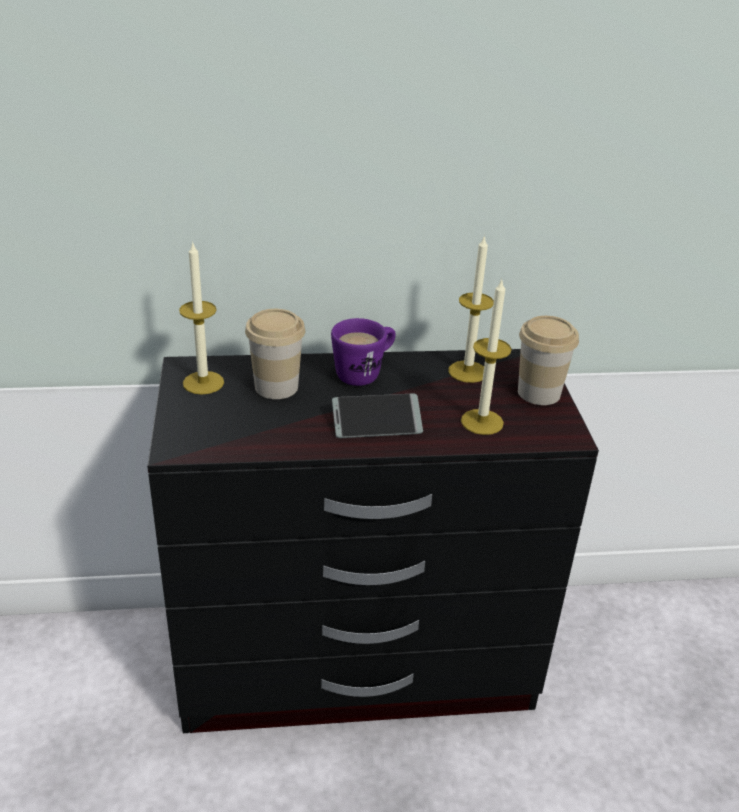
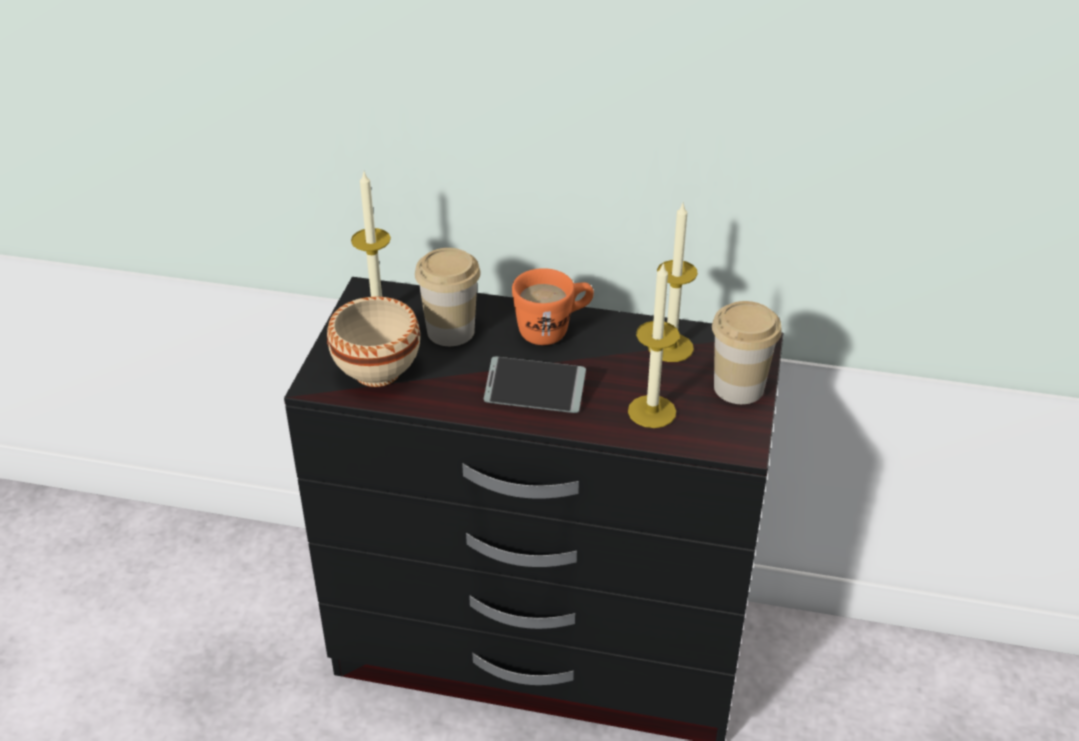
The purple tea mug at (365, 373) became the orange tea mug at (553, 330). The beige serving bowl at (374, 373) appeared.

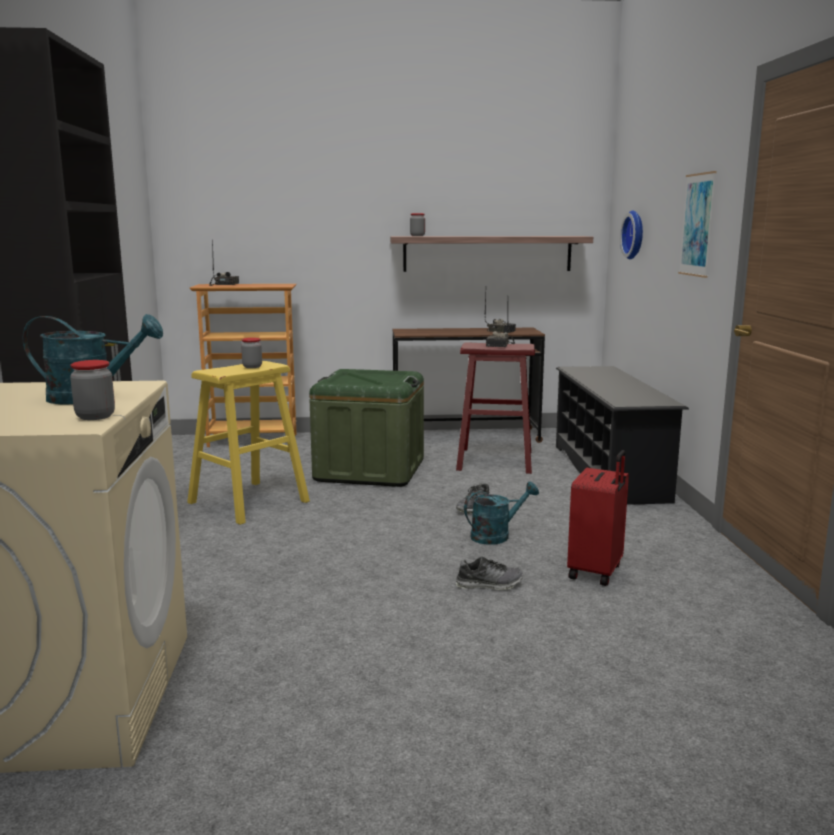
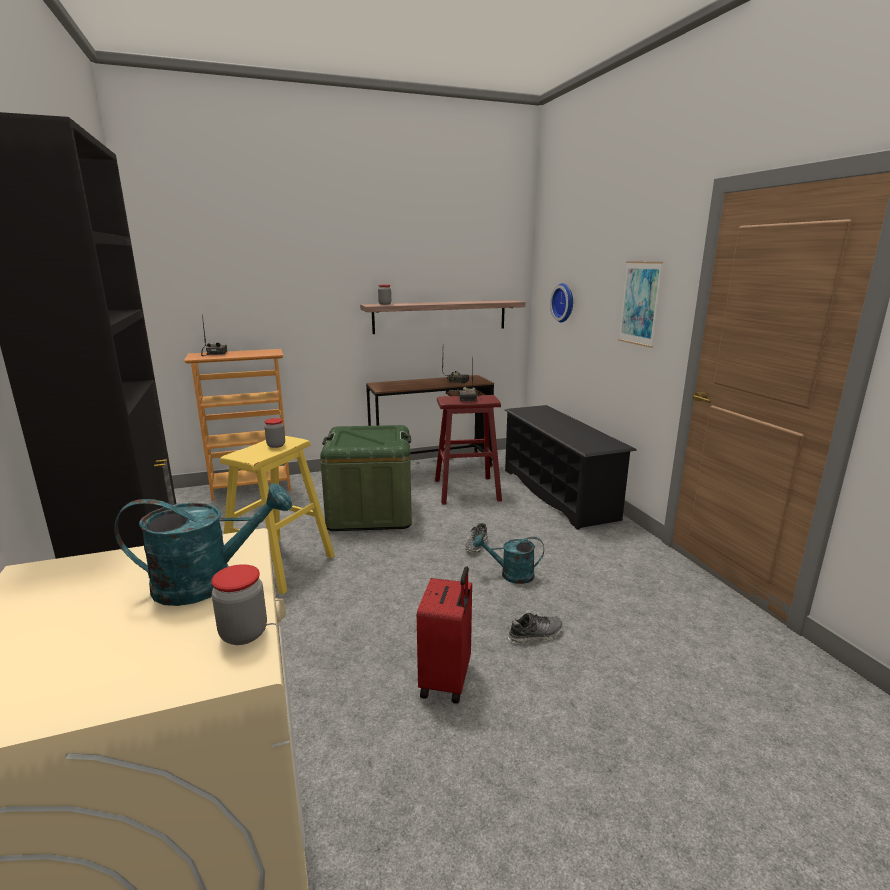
The blue-green sprinkling can at (496, 535) turned 135 degrees counterclockwise. The red-coloured piece of luggage moved from (596, 572) to (447, 680).

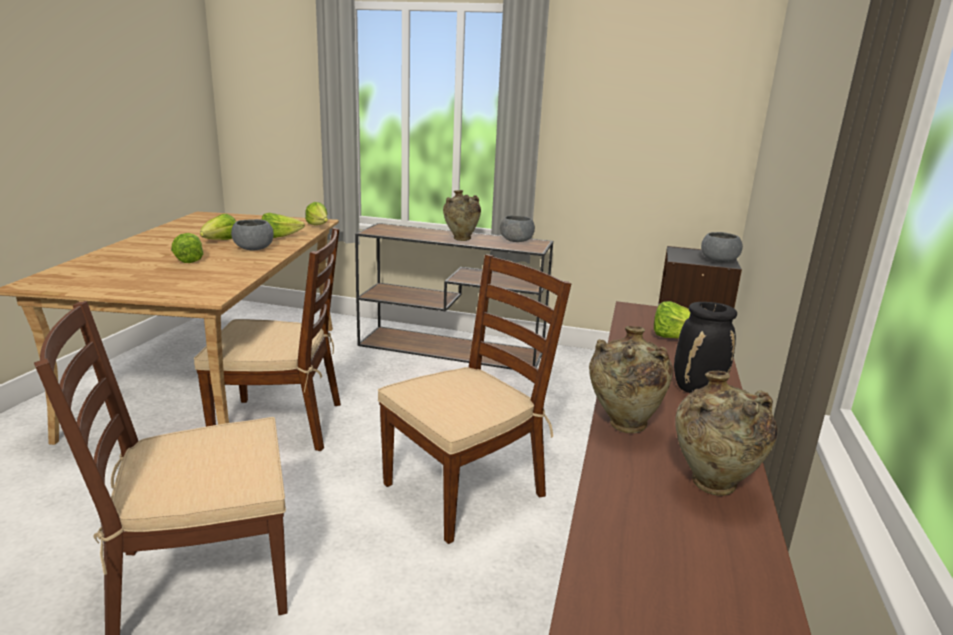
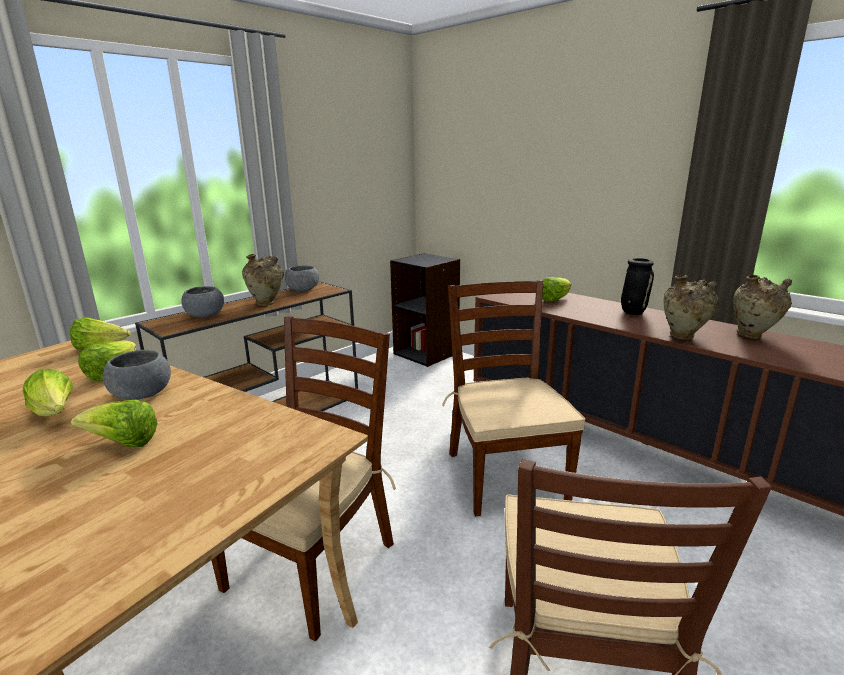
The greyish serving bowl moved from (718, 261) to (205, 315).

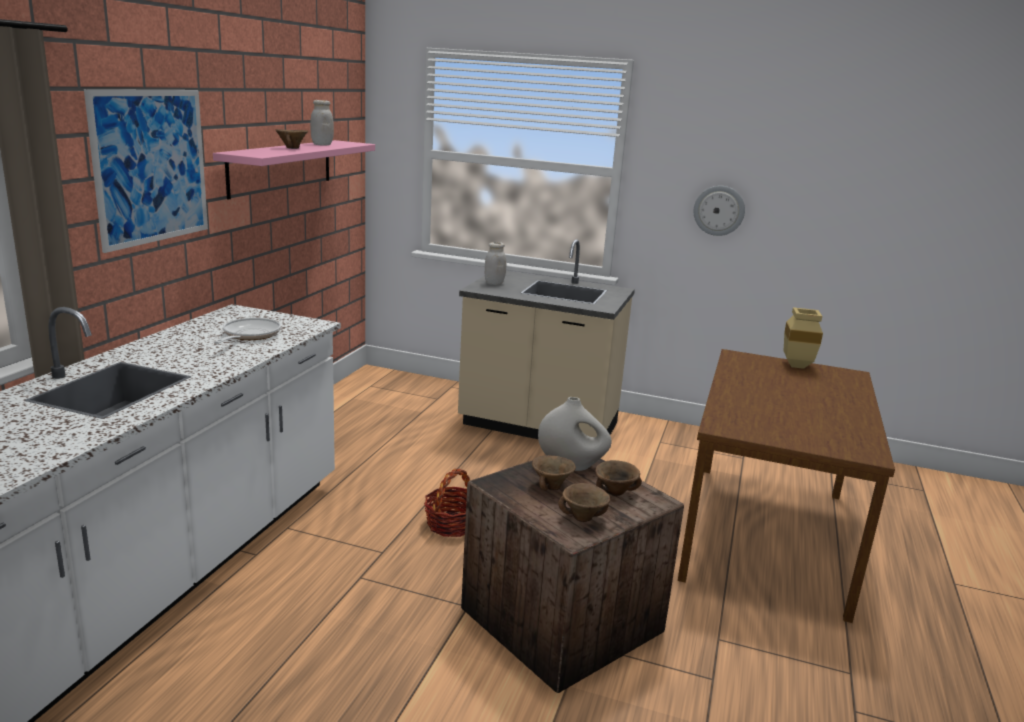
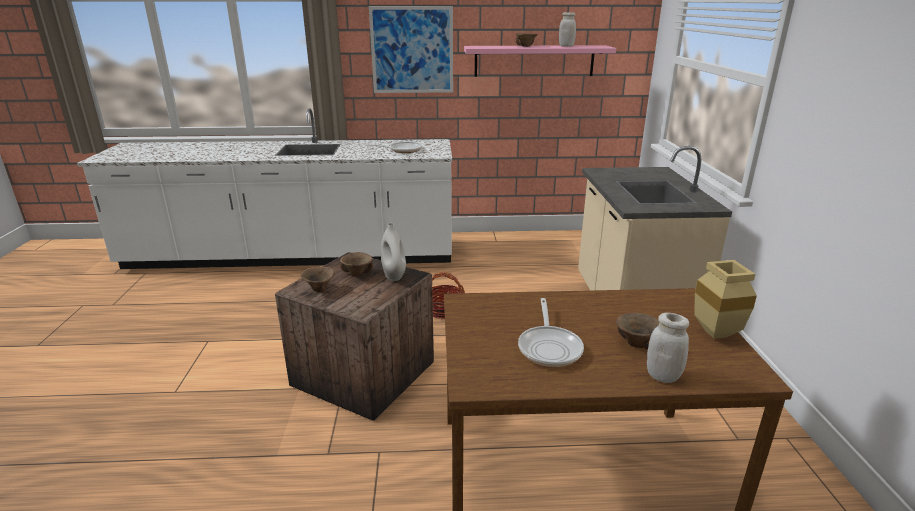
The whitish storage jar moved from (494, 283) to (662, 376). The brown-coloured serving bowl moved from (616, 492) to (636, 344). The clock on the wall at (719, 210) disappeared. The pan at (549, 347) appeared.

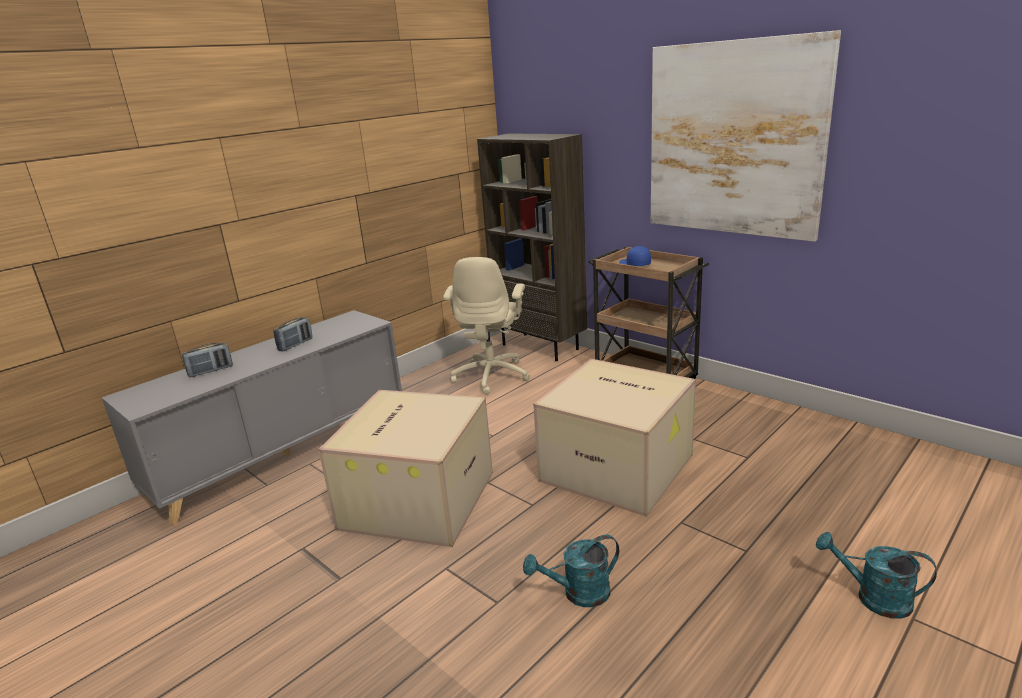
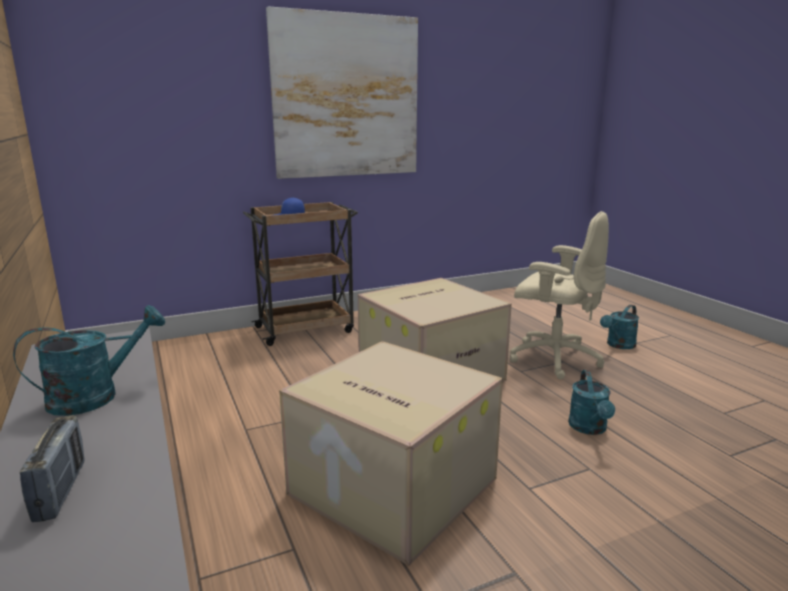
The radio set at (295, 345) was replaced by the blue-green sprinkling can at (96, 396). The beige office chair moved from (492, 376) to (553, 358). The brown-coloured shelving unit at (541, 347) disappeared.

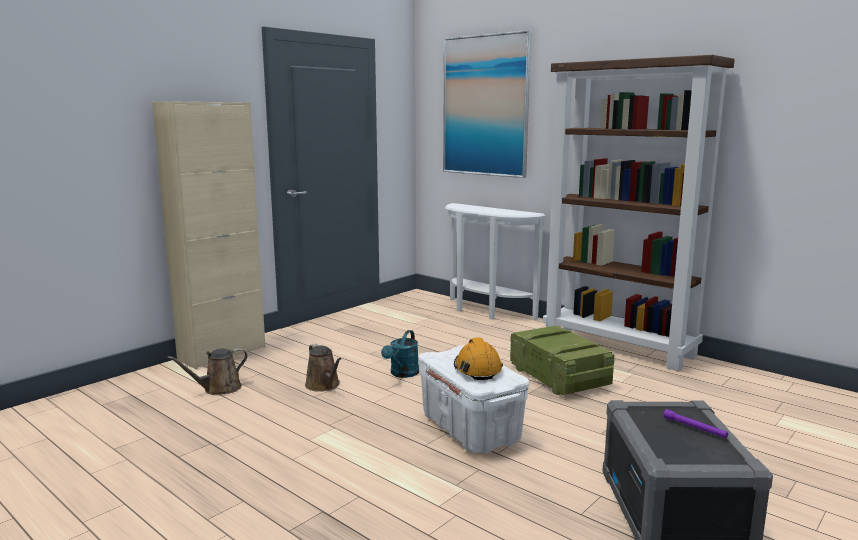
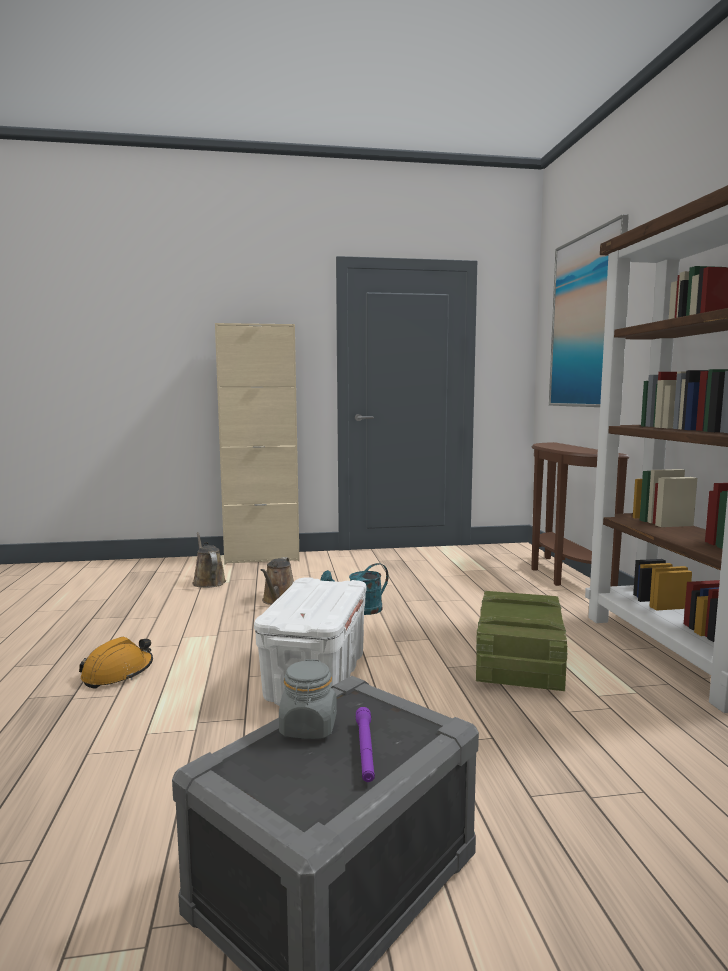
The brown-coloured sprinkling can at (219, 389) turned 60 degrees clockwise. The whitish console table at (484, 311) became the brown-coloured console table at (562, 576). The orange work helmet moved from (477, 368) to (118, 673). The greyish storage jar at (308, 727) appeared.

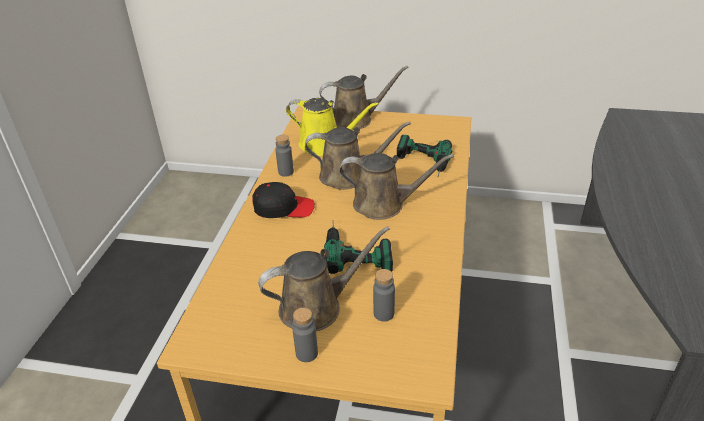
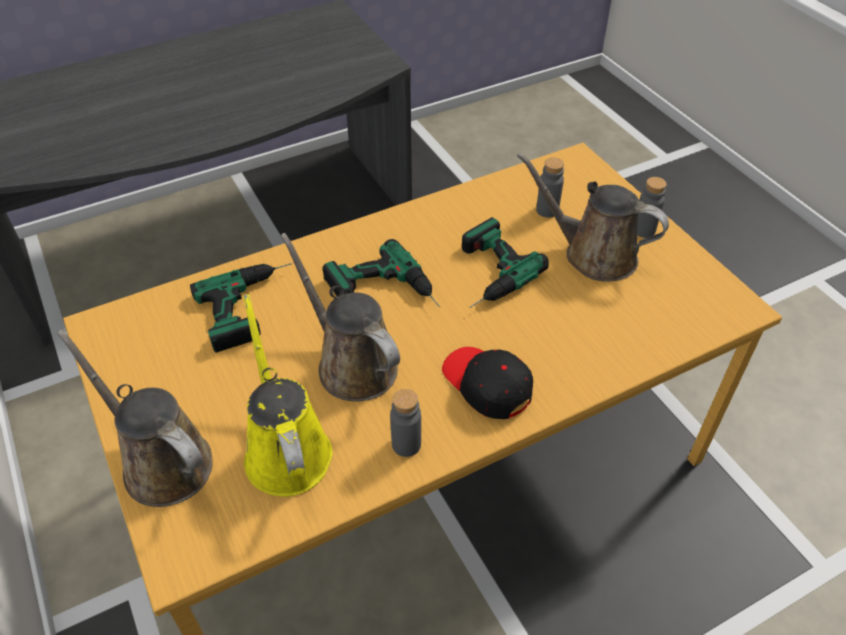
The brown-coloured sprinkling can at (384, 204) was replaced by the electric drill at (385, 293).

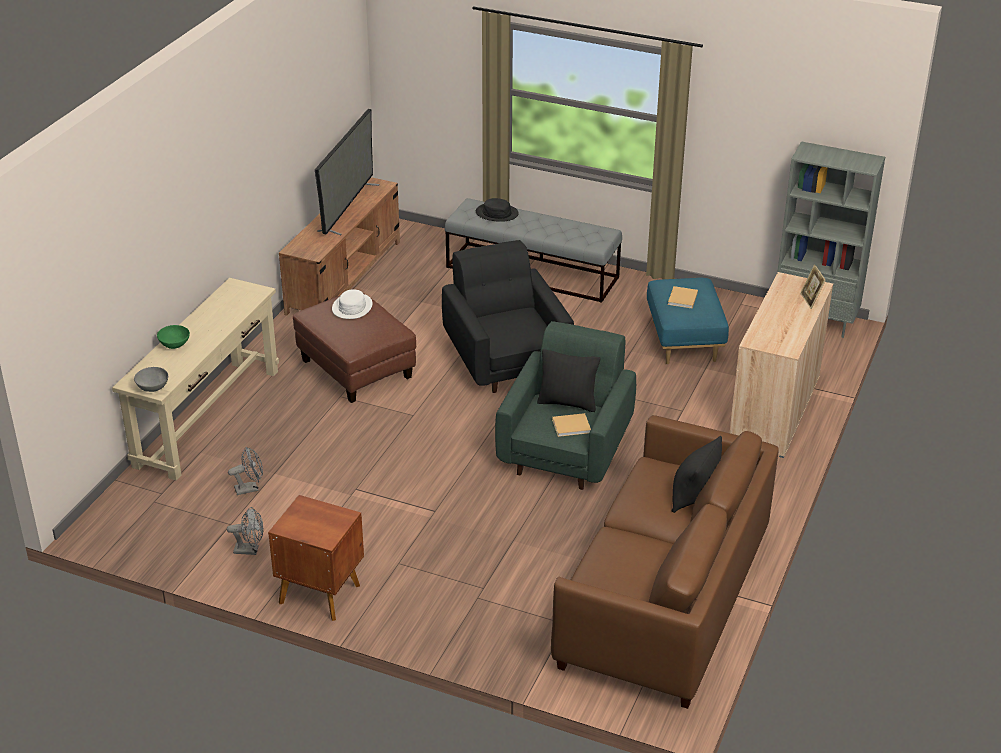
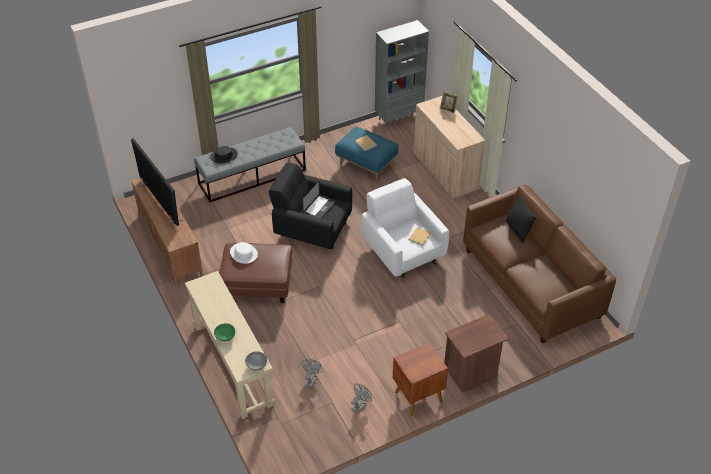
The greenish lounge chair at (566, 450) became the whitish lounge chair at (402, 251). The black-coloured pillow at (567, 403) disappeared. The notebook computer at (319, 208) appeared. The brown-coloured nightstand at (471, 374) appeared.

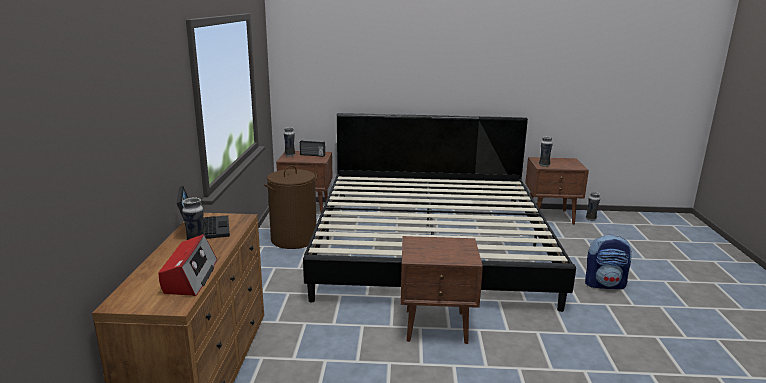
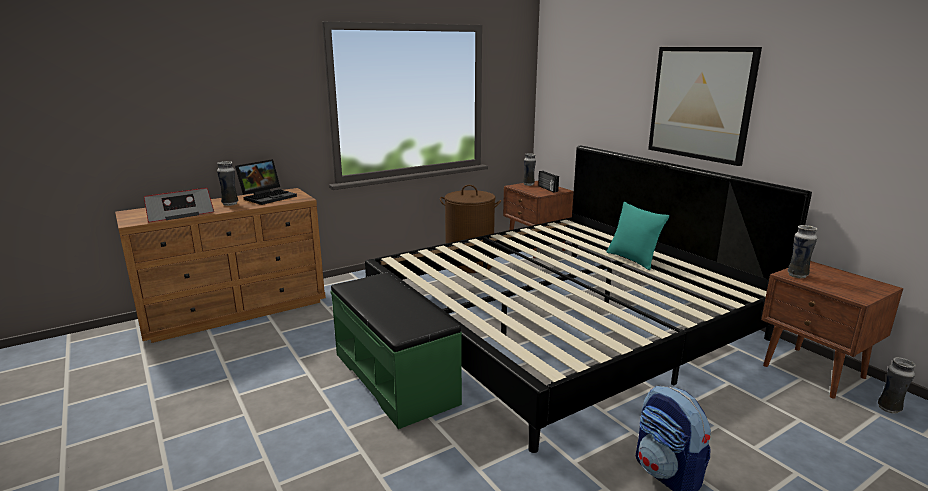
The brown-coloured nightstand at (437, 326) was replaced by the greenish indoor bench at (395, 377). The blue-green pillow at (632, 259) appeared. The wall art at (700, 103) appeared.

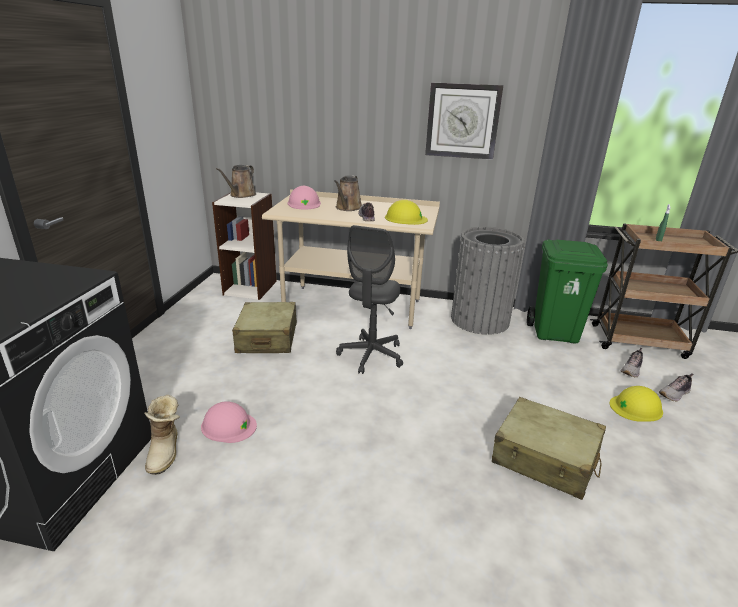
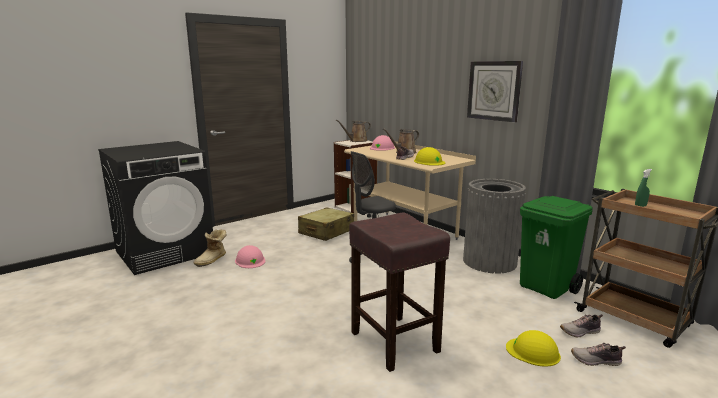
The beige piece of luggage at (545, 459) was replaced by the brown-coloured stool at (395, 342).

